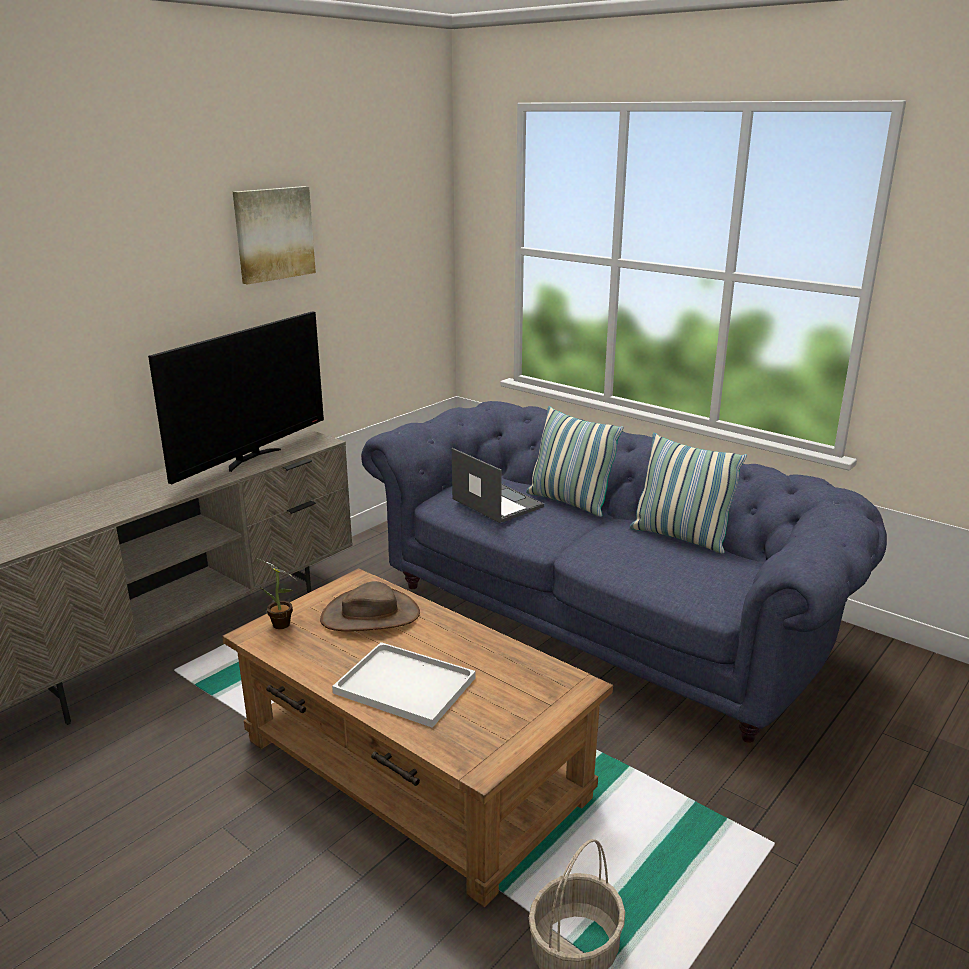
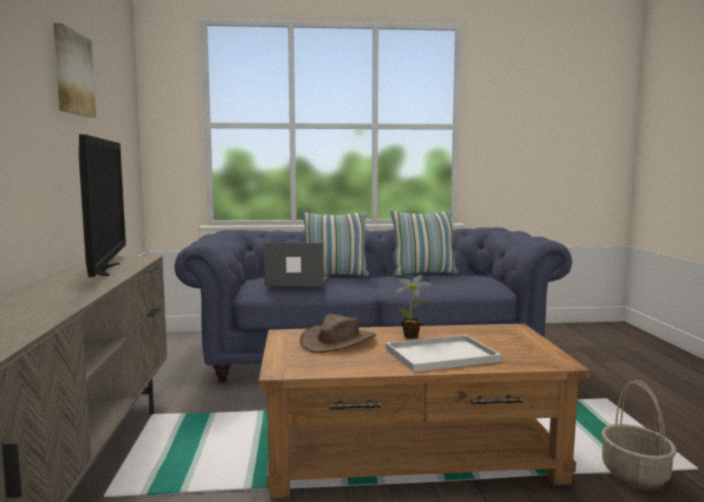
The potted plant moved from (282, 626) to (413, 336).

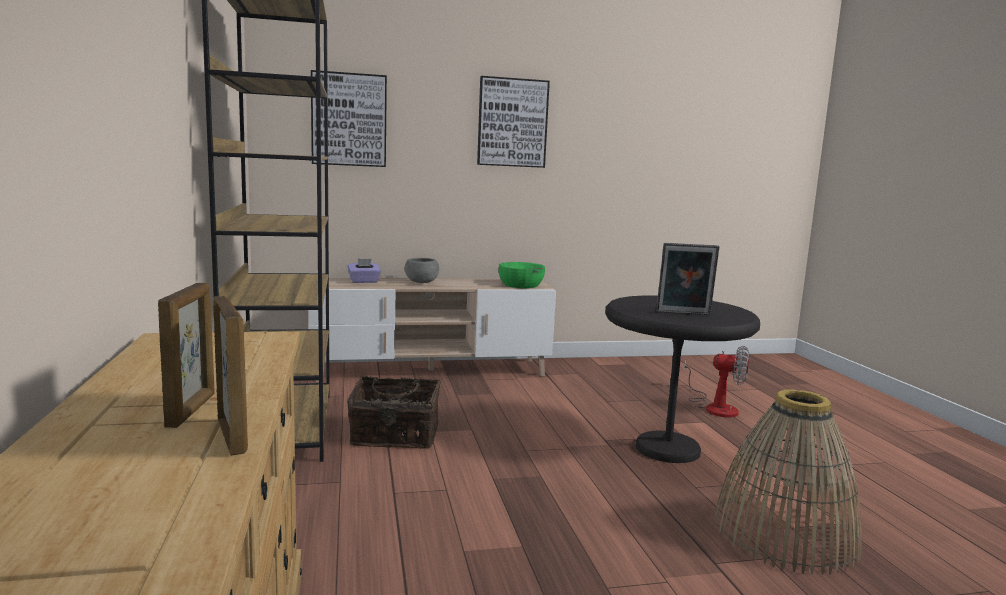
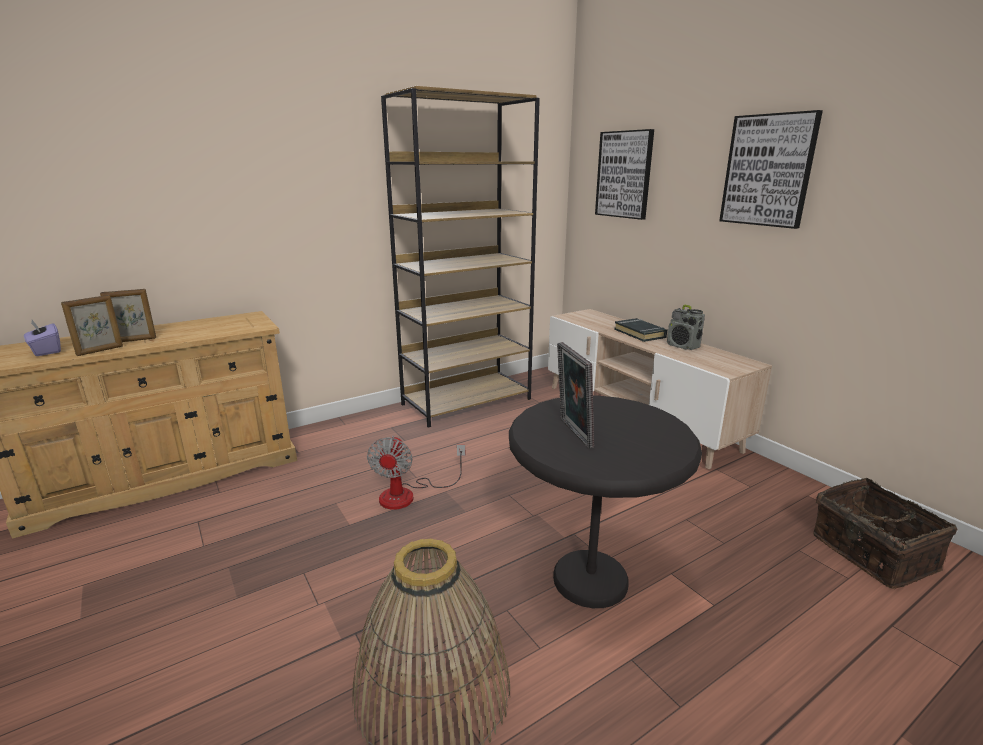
The purple tissue holder moved from (364, 281) to (46, 351). The household basket moved from (395, 436) to (870, 553). The greyish serving bowl at (421, 282) was replaced by the black-coloured volume at (640, 333). The greenish serving bowl at (521, 285) disappeared. The cooling fan moved from (715, 407) to (408, 494). The radio set at (683, 346) appeared.

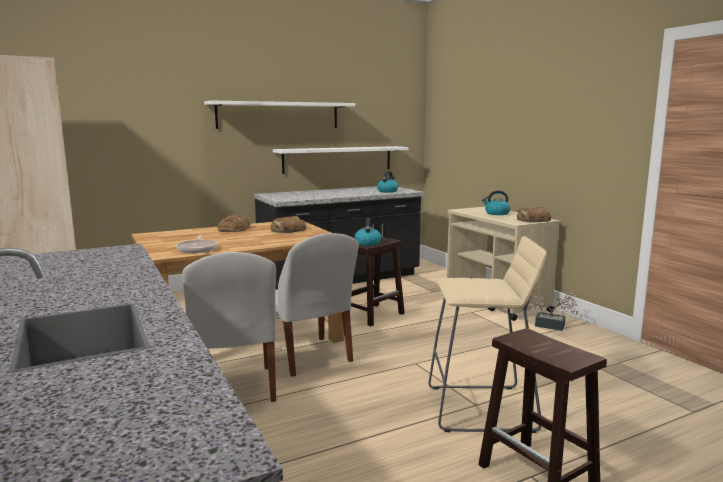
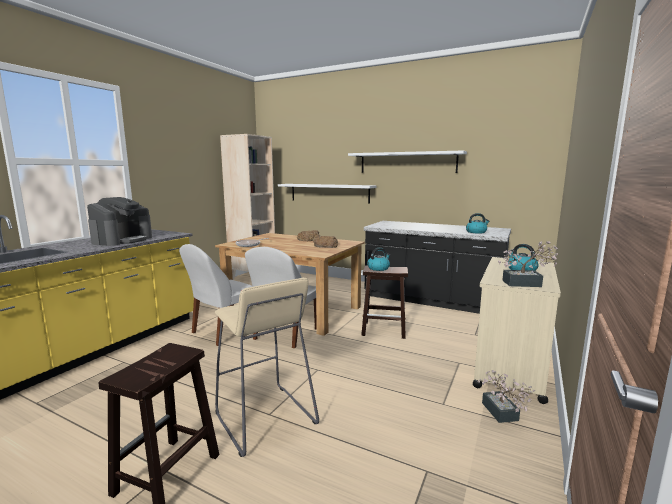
The whitish wall shelf moved from (338, 159) to (329, 193). The bakery bread at (532, 220) was replaced by the potted plant at (526, 284). The coffee brewer at (122, 240) appeared.

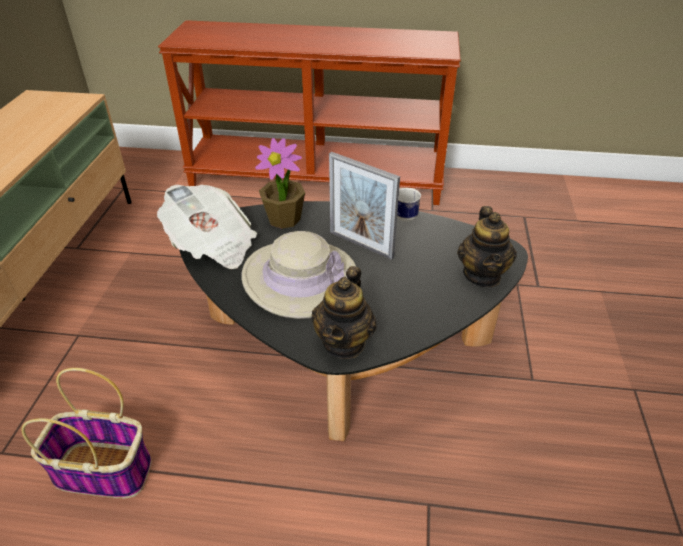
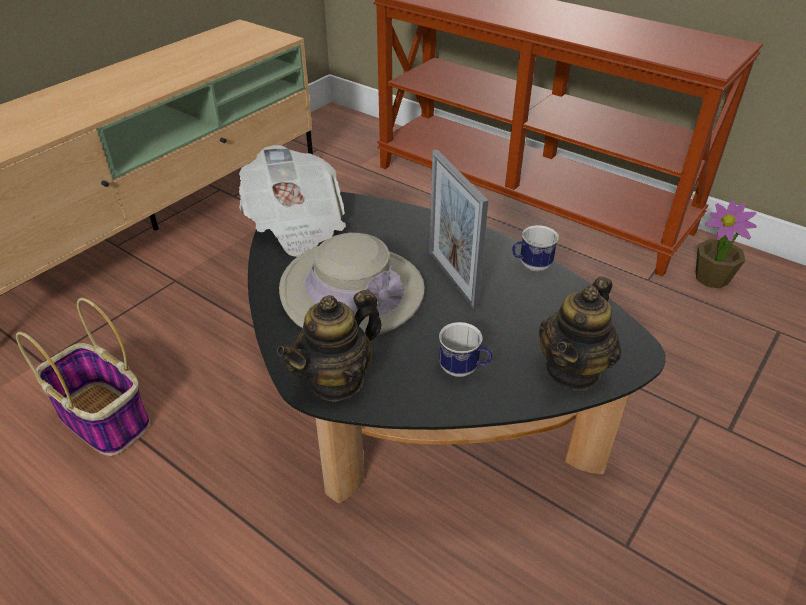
The potted plant moved from (284, 219) to (712, 278). The tea mug at (464, 370) appeared.

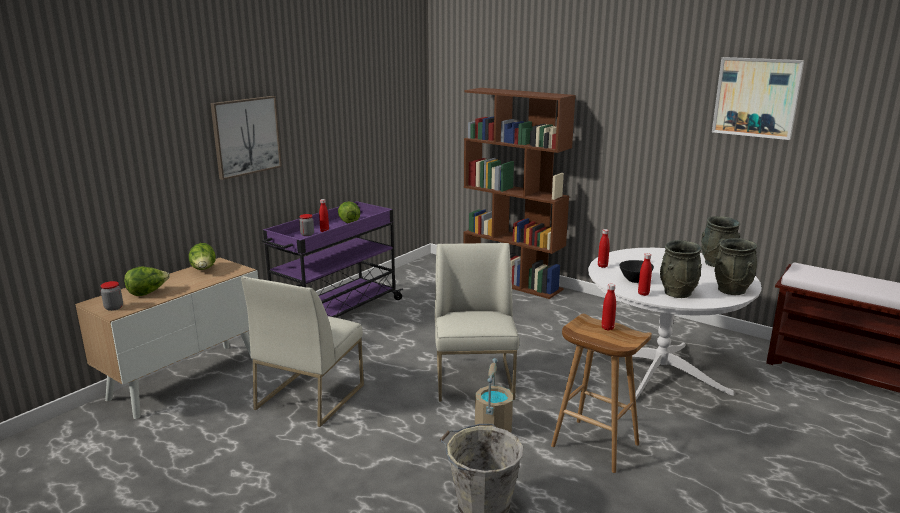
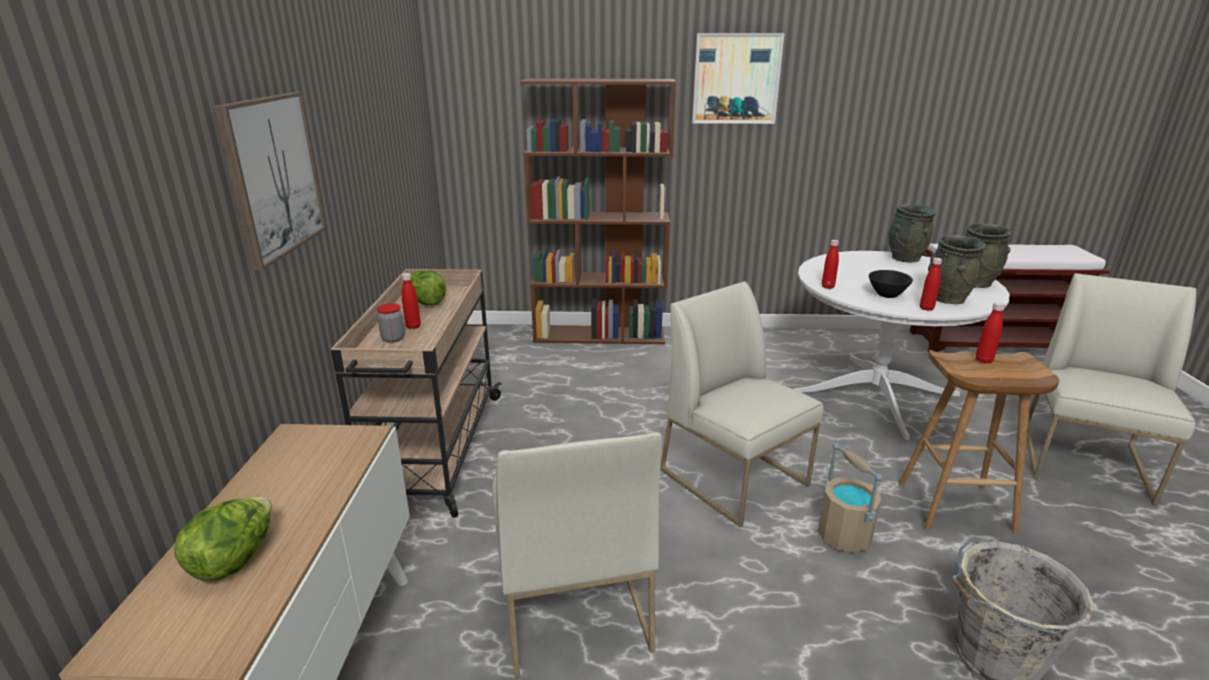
The storage jar at (114, 307) disappeared. The lettuce head at (204, 270) disappeared. The purple wheeled cart at (335, 314) became the beige wheeled cart at (435, 450). The wall art moved from (756, 97) to (736, 79). The whitish plain chair at (1086, 462) appeared.

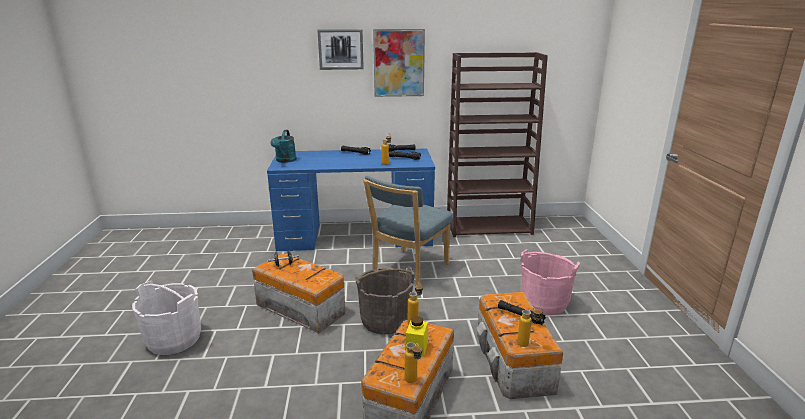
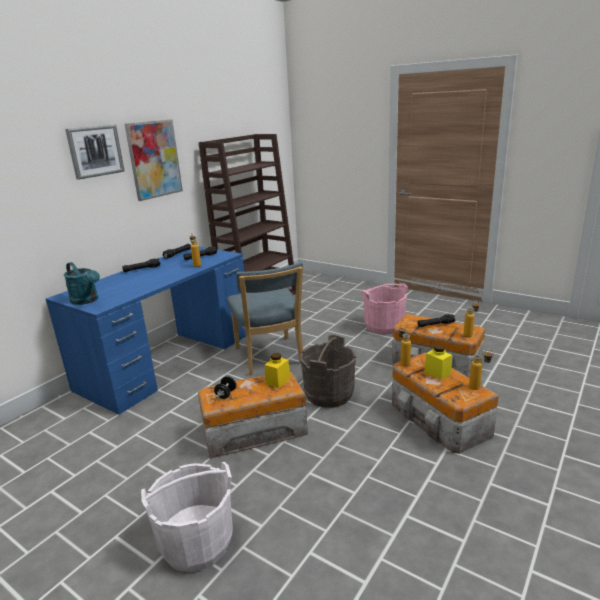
The yellowish storage jar at (278, 381) appeared.

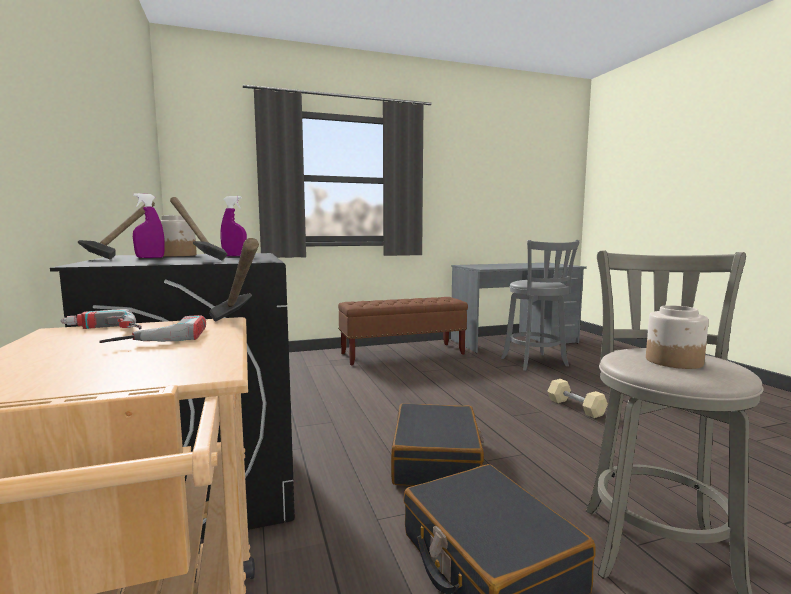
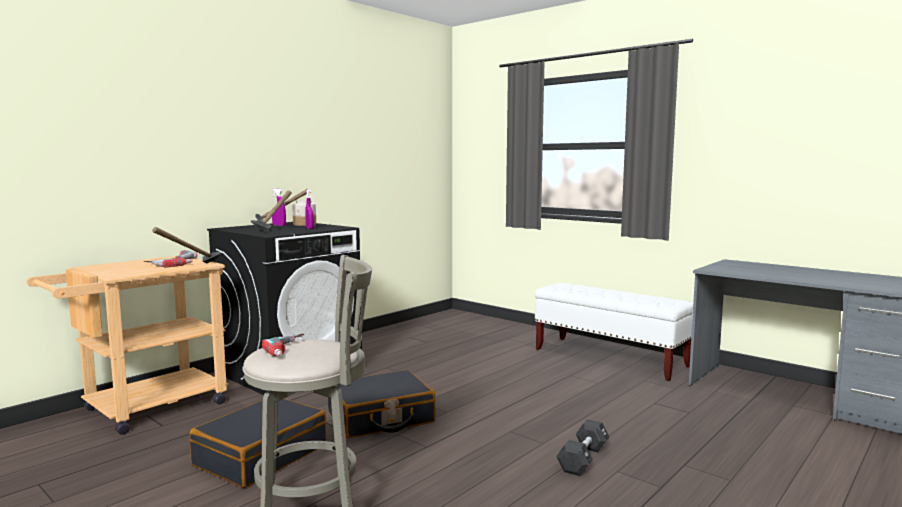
The brown-coloured indoor bench at (403, 354) became the whitish indoor bench at (610, 358). The greyish stool at (536, 363) disappeared. The beige dumbbell at (575, 407) became the black-coloured dumbbell at (583, 459). The storage jar at (673, 361) was replaced by the electric drill at (290, 349).

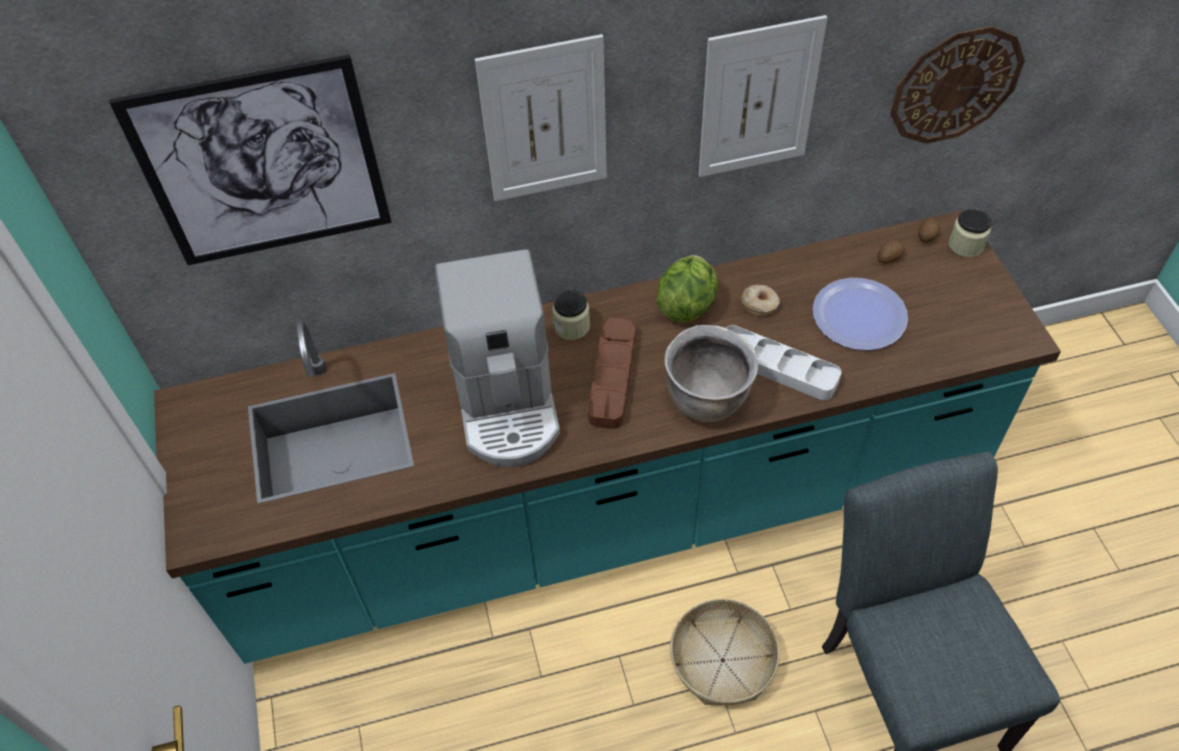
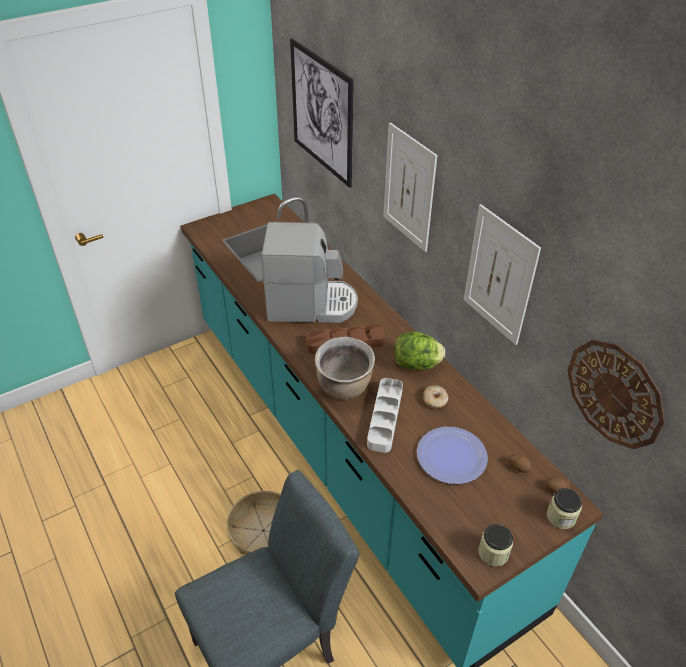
The coffee brewer at (507, 401) turned 150 degrees counterclockwise. The storage jar moved from (572, 326) to (493, 553).

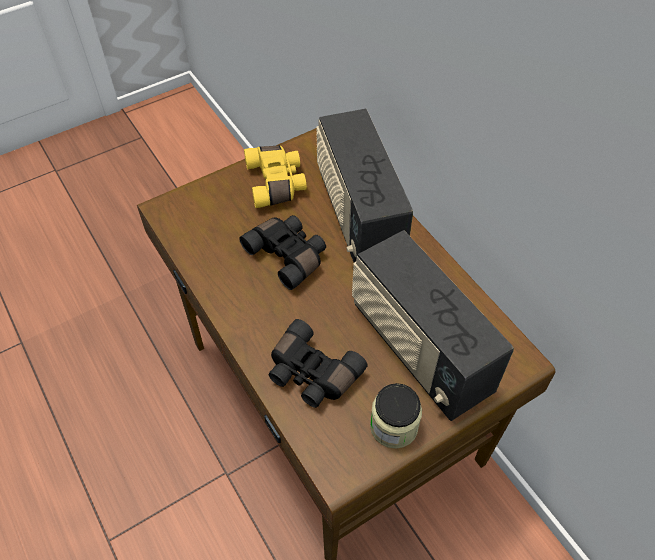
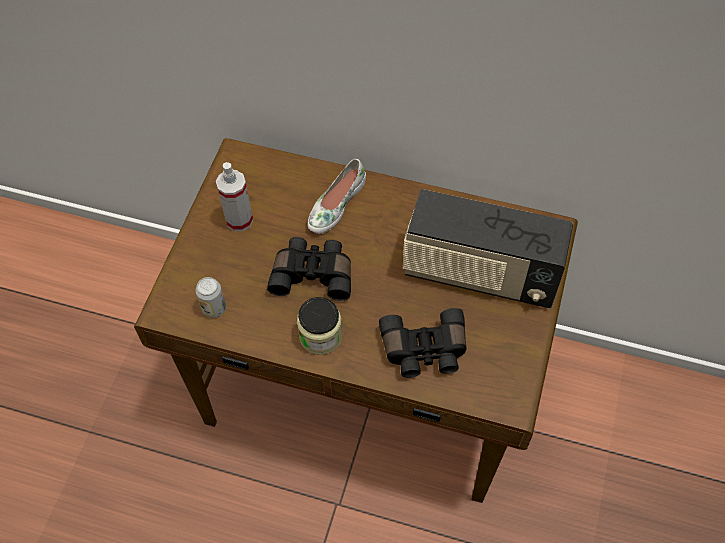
The yellowish field glasses at (277, 183) was replaced by the hand sprayer at (239, 220). The radio set at (358, 218) was replaced by the whitish shoe at (335, 204). The storage jar moved from (393, 426) to (320, 336). The sealed can at (214, 308) appeared.

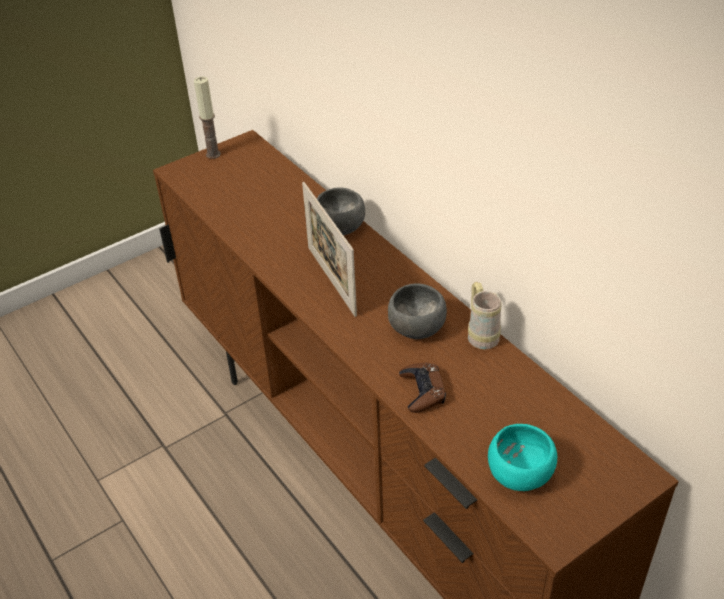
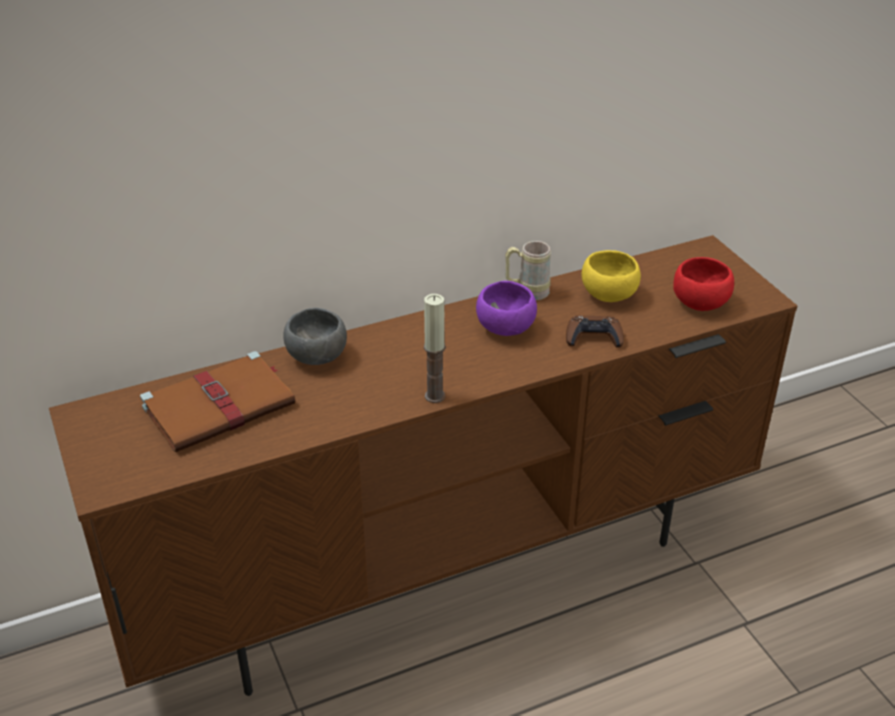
The wax light moved from (213, 154) to (434, 396). The photo frame at (331, 280) disappeared. The greyish serving bowl at (415, 327) became the purple serving bowl at (504, 328). The blue-green serving bowl at (521, 473) became the red-coloured serving bowl at (699, 302). The brown-coloured volume at (221, 405) appeared. The yellowish serving bowl at (608, 296) appeared.

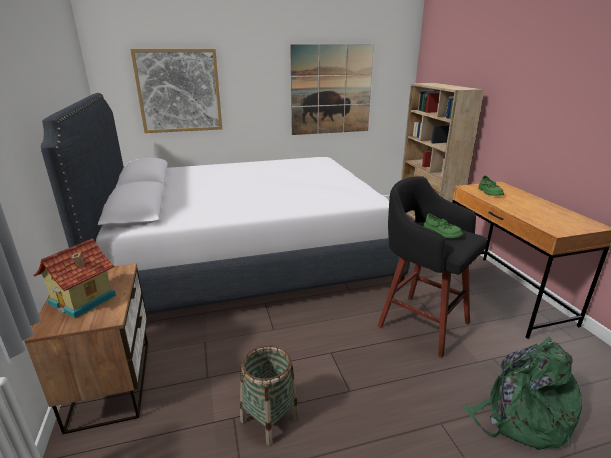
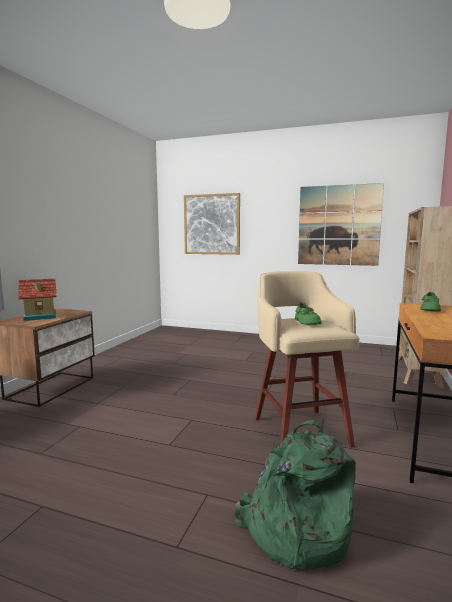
The whitish sleeping bed at (248, 259) disappeared. The household basket at (269, 419) disappeared. The black-coloured stool at (420, 323) became the beige stool at (299, 430).

